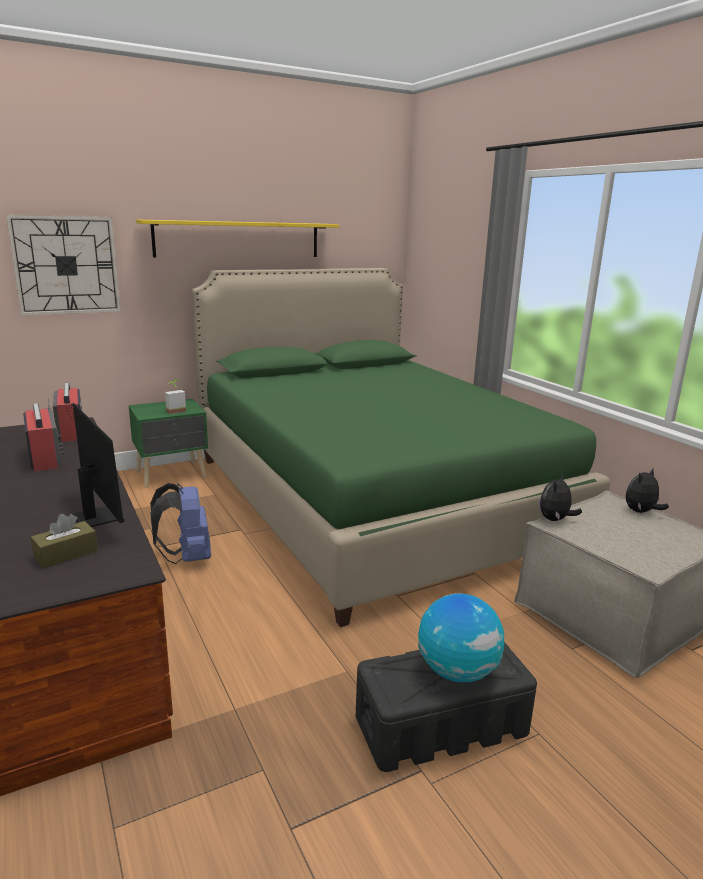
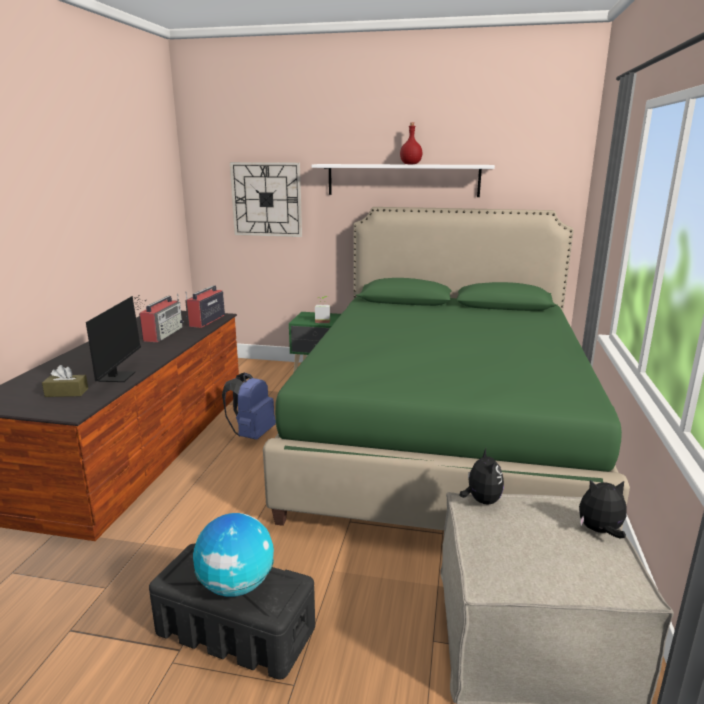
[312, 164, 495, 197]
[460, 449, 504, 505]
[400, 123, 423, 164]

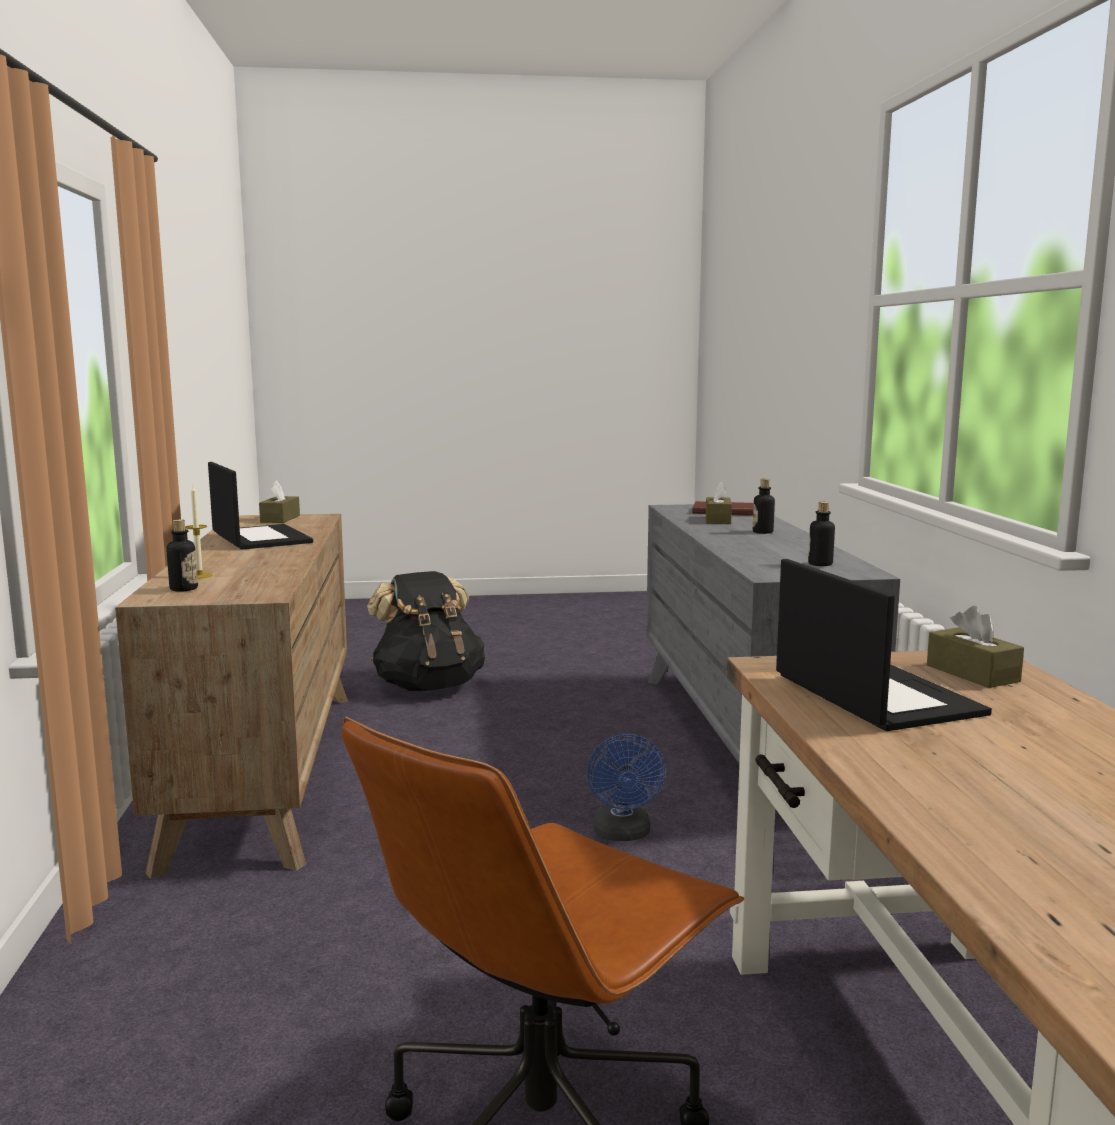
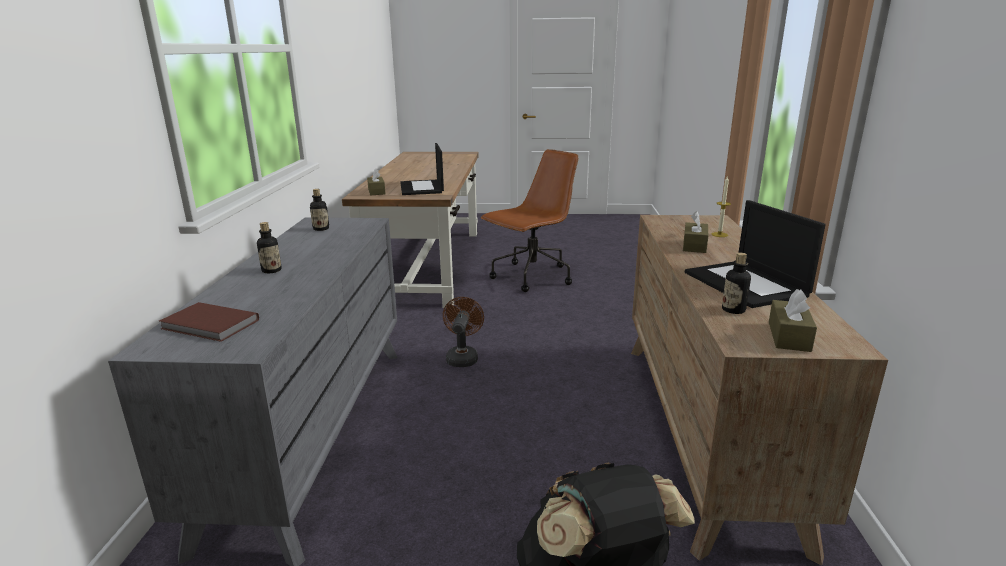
[683, 211, 708, 253]
[722, 253, 751, 314]
[443, 297, 484, 367]

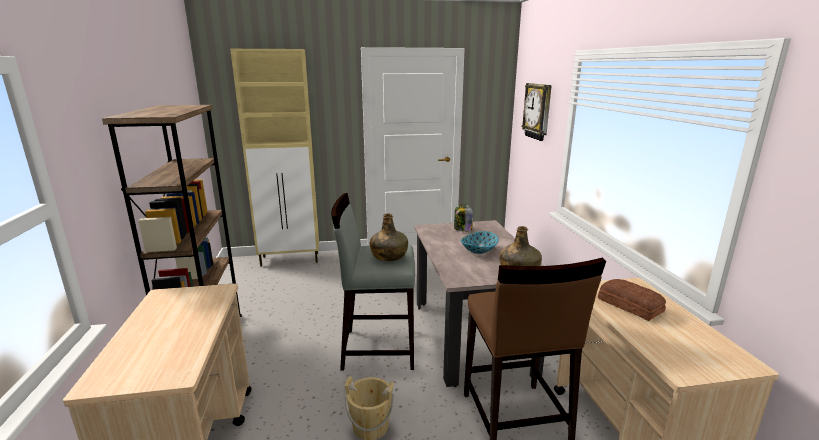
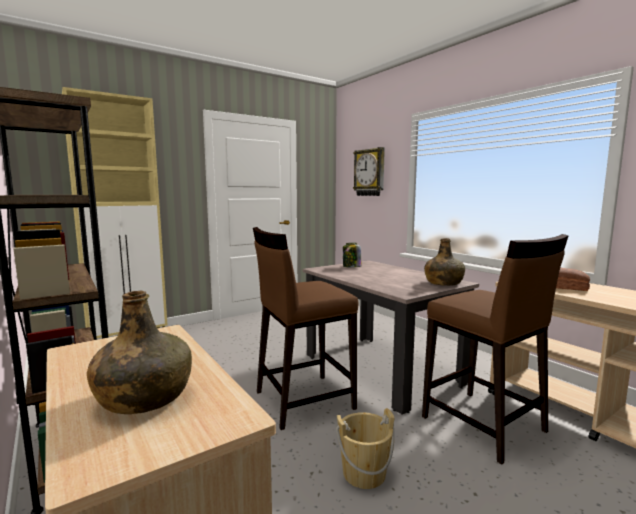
[253, 227, 358, 430]
[87, 291, 192, 414]
[460, 231, 499, 254] (first image)

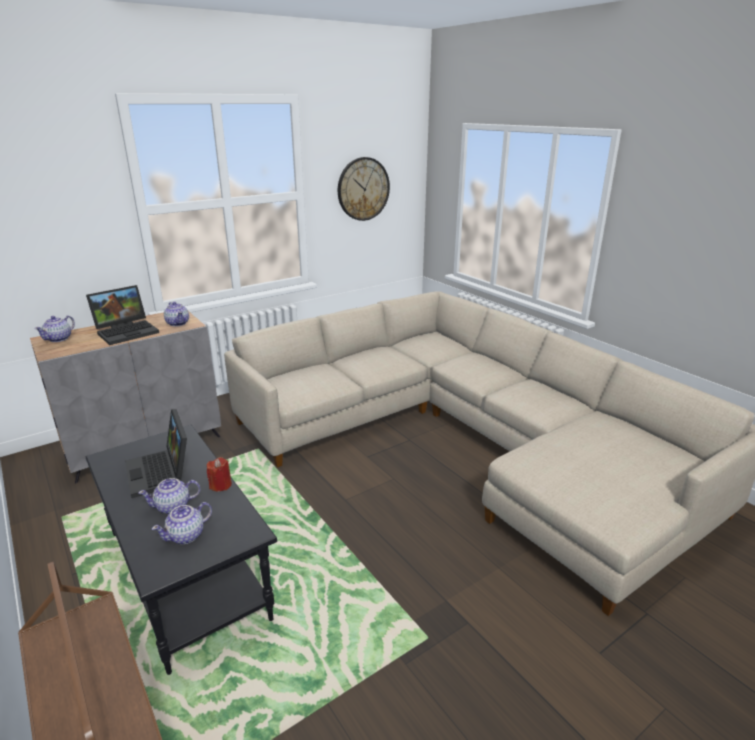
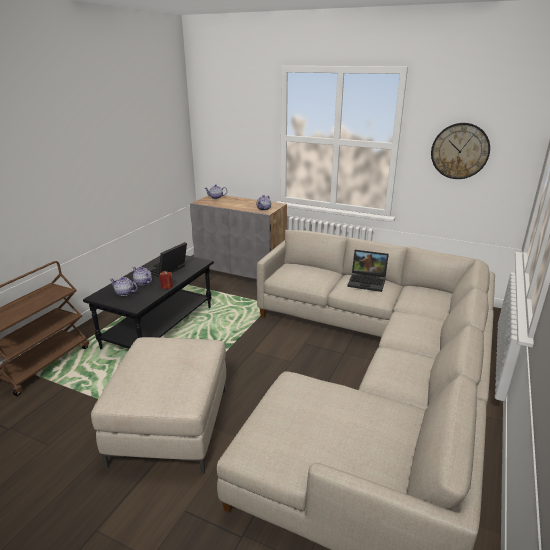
[347, 250, 389, 292]
[91, 337, 226, 474]

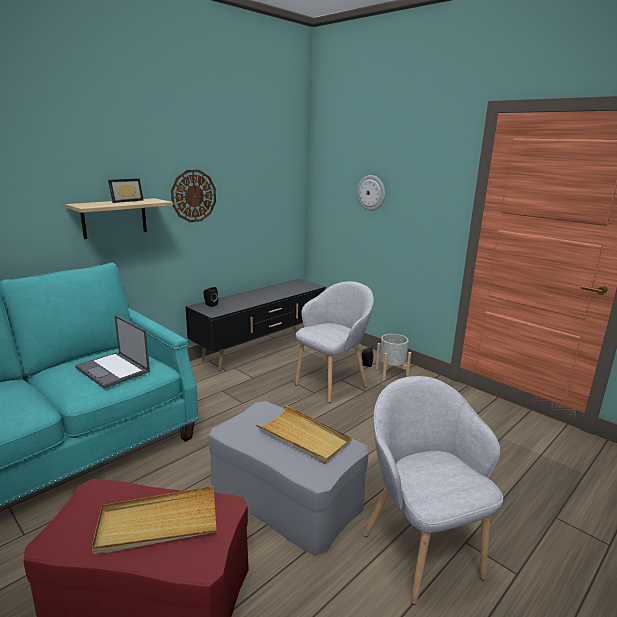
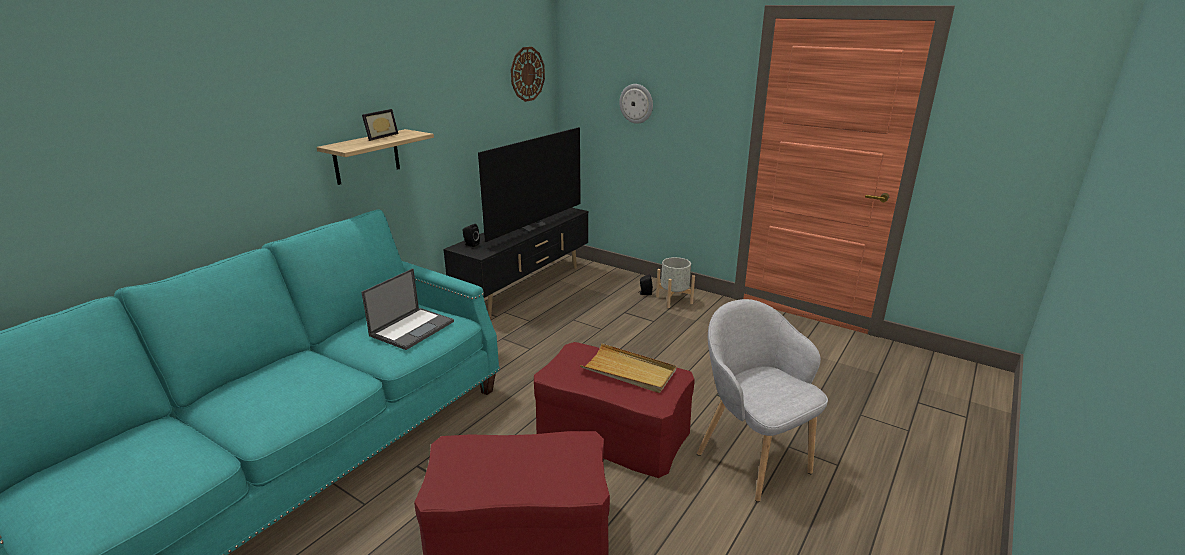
[511, 47, 545, 102]
[295, 281, 374, 403] (first image)
[361, 268, 454, 350]
[534, 342, 695, 478]
[92, 486, 217, 555] (first image)
[478, 127, 581, 242]

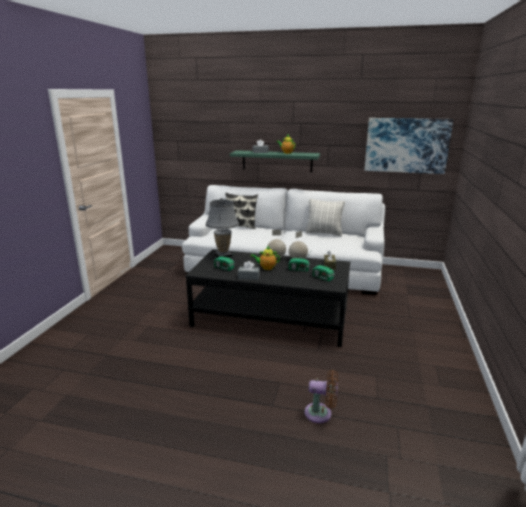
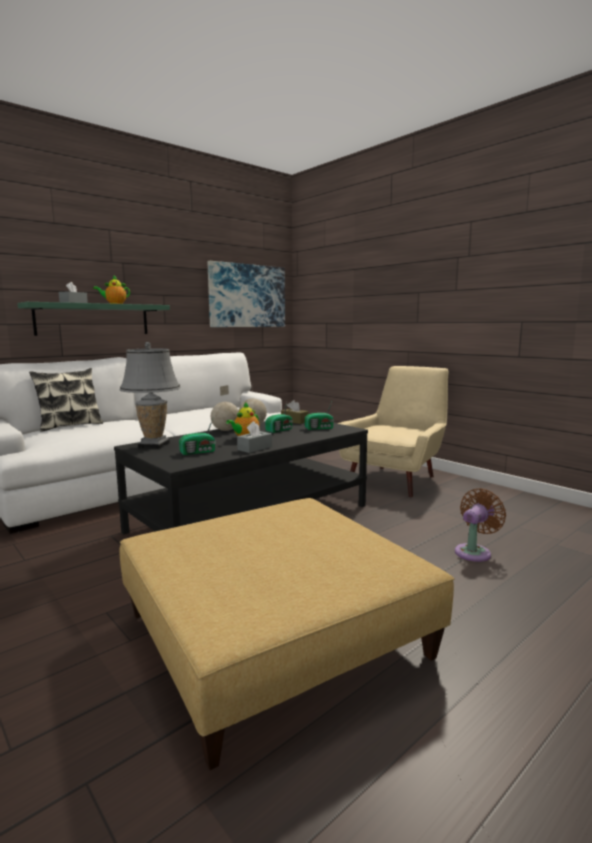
[306, 199, 345, 236] (first image)
[337, 366, 449, 497]
[119, 498, 455, 770]

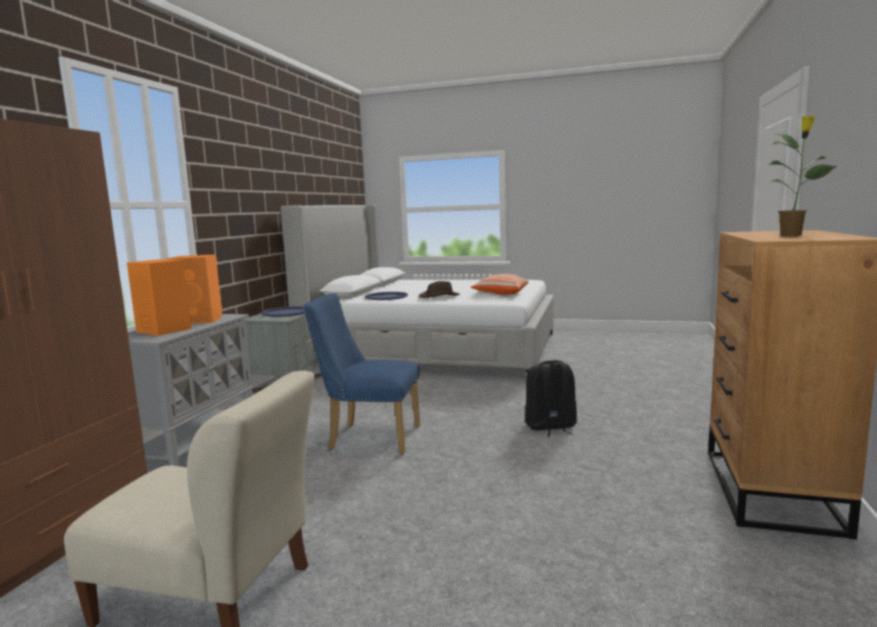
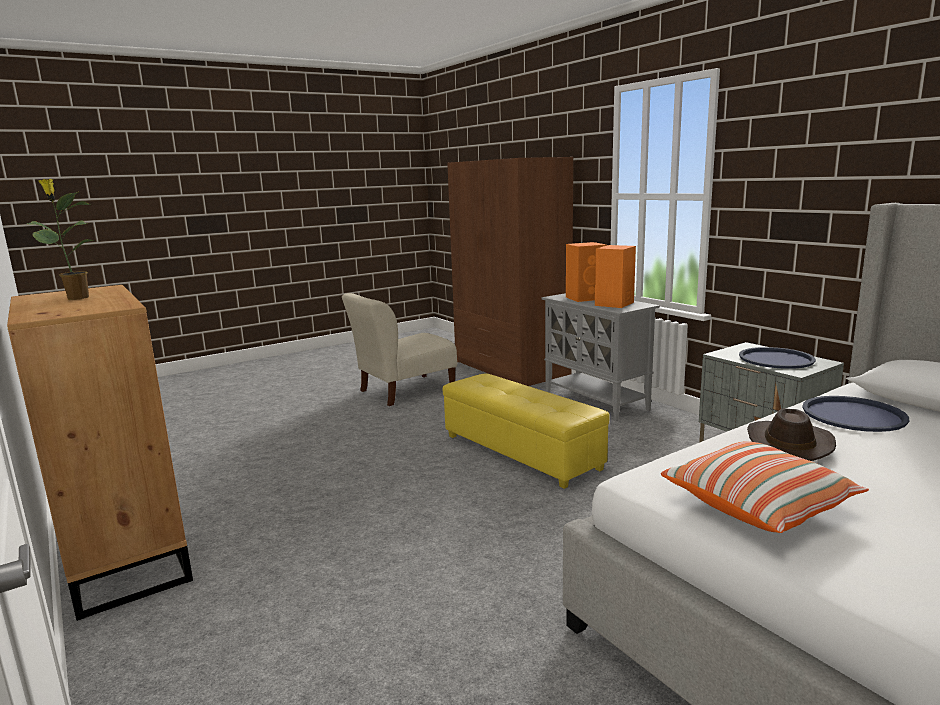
[443, 374, 610, 489]
[525, 360, 577, 437] (first image)

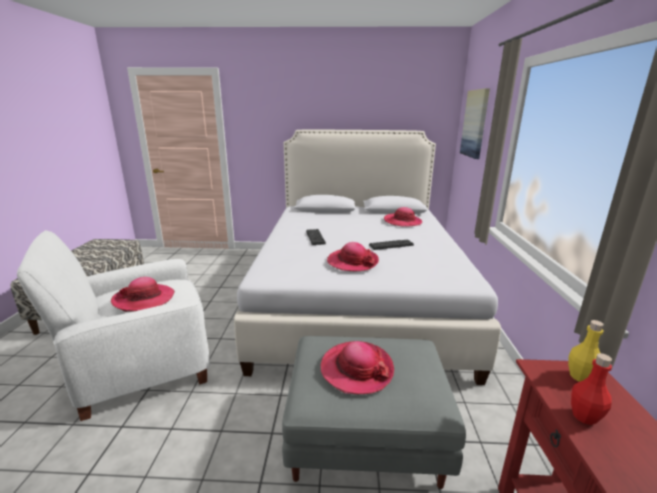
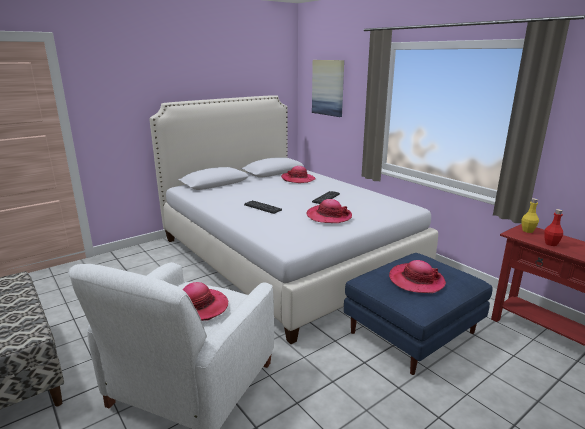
[344, 253, 492, 375]

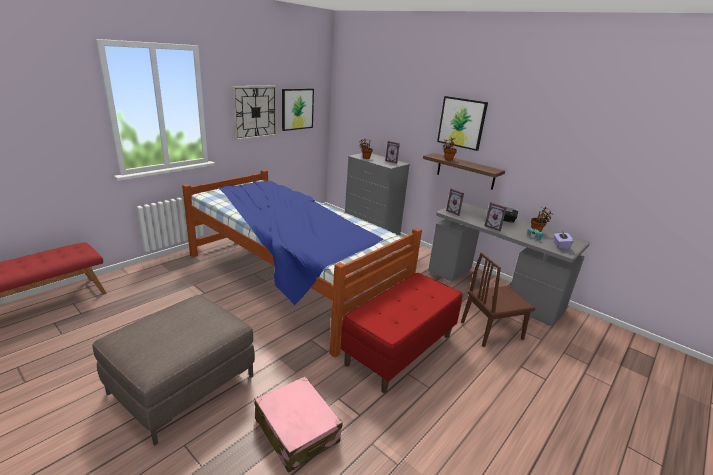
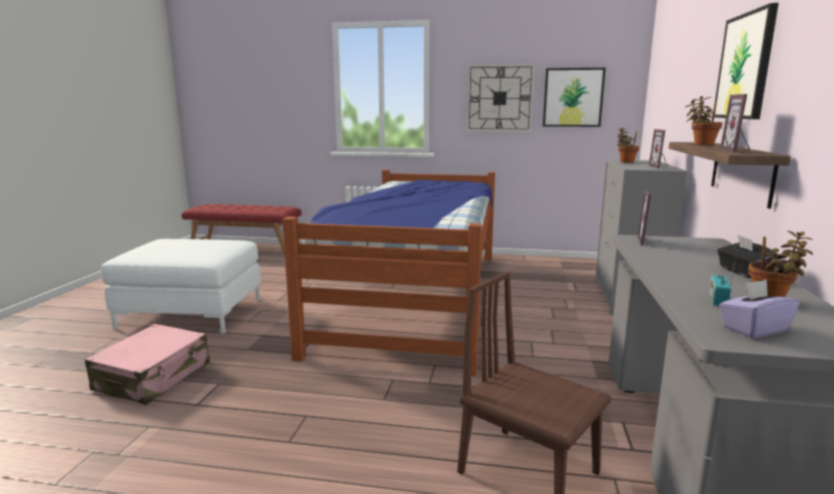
[720, 94, 751, 152]
[341, 273, 462, 393] (first image)
[101, 239, 261, 334]

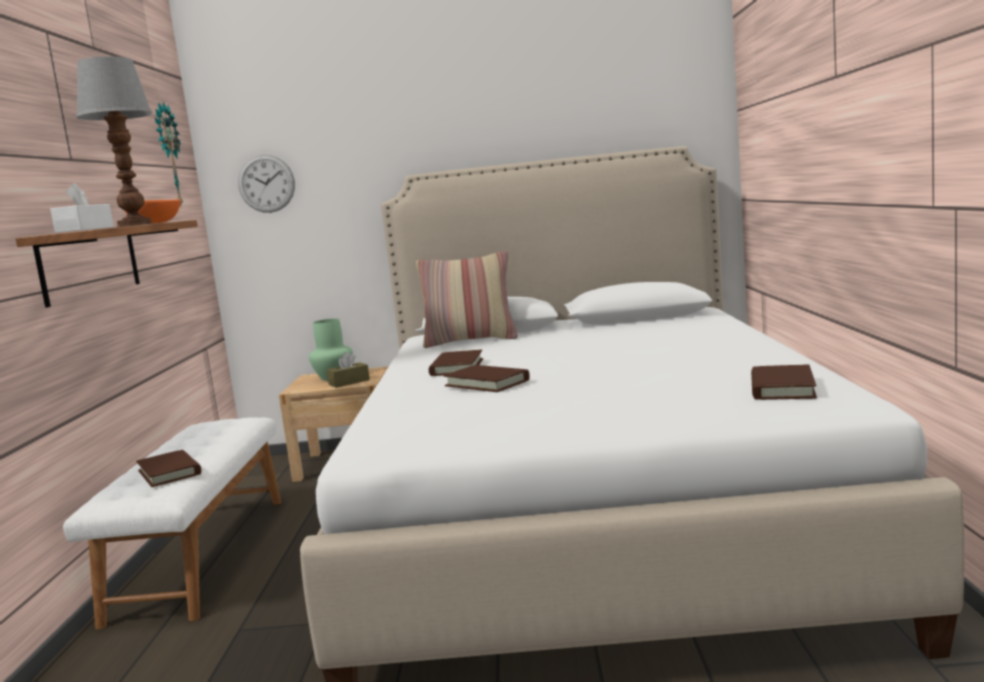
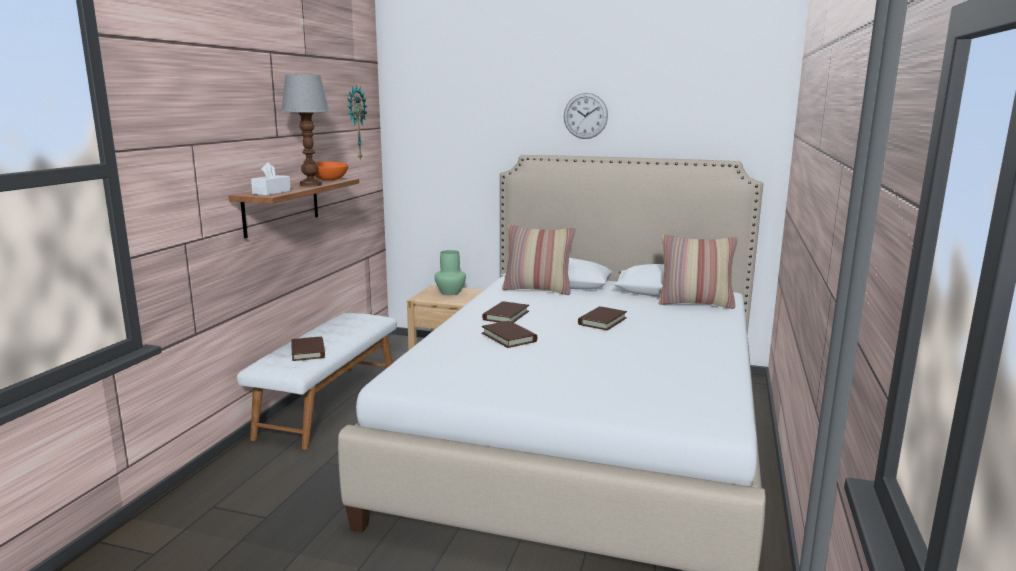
[564, 93, 608, 139]
[327, 352, 370, 388] (first image)
[578, 306, 627, 330]
[658, 235, 738, 309]

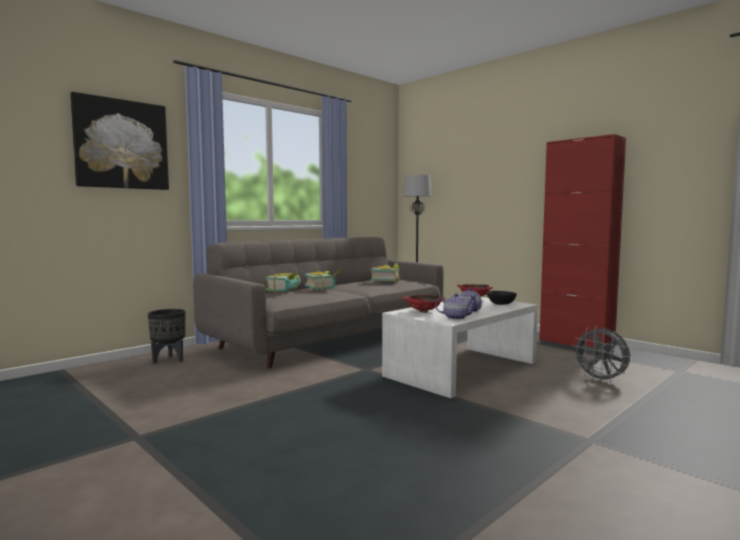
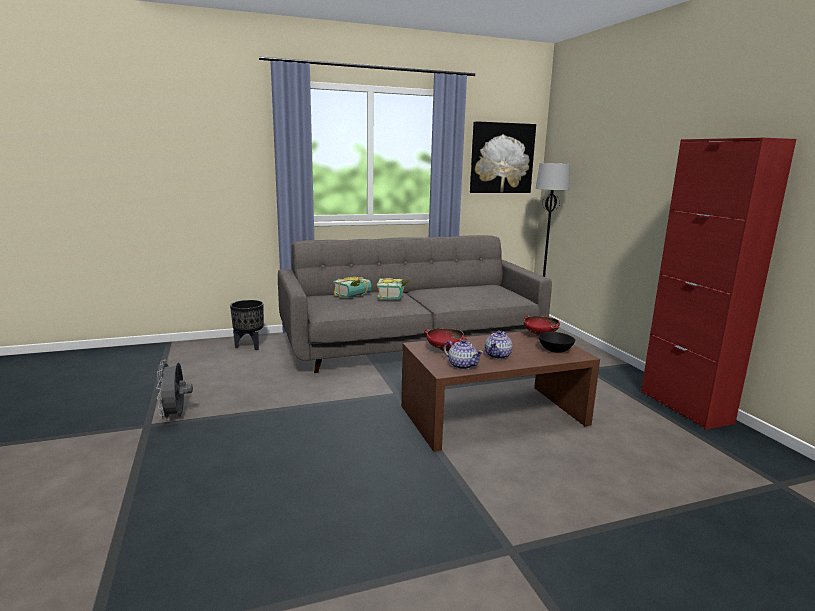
[470, 121, 536, 193]
[371, 263, 400, 282] (first image)
[401, 331, 600, 452]
[156, 360, 193, 422]

